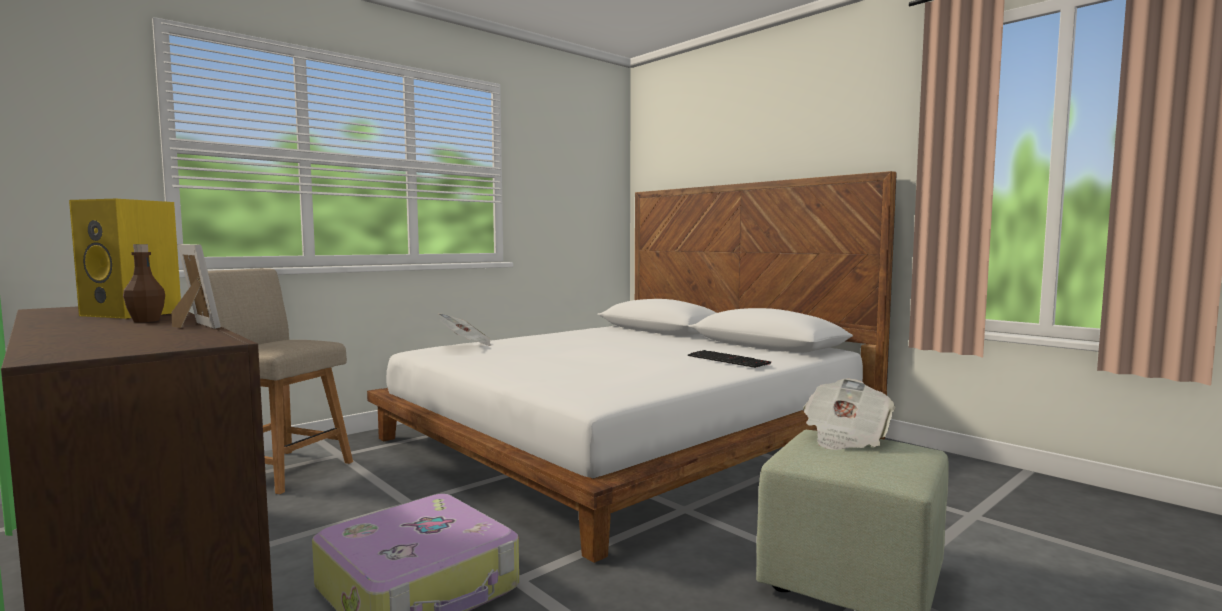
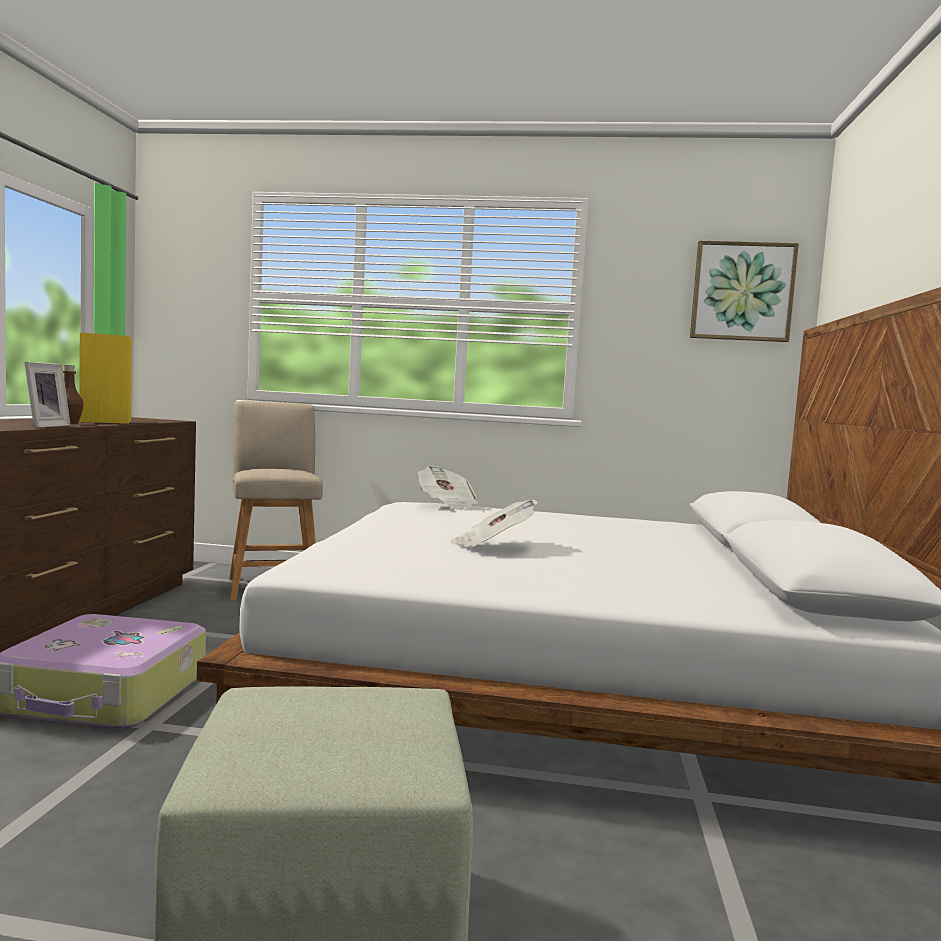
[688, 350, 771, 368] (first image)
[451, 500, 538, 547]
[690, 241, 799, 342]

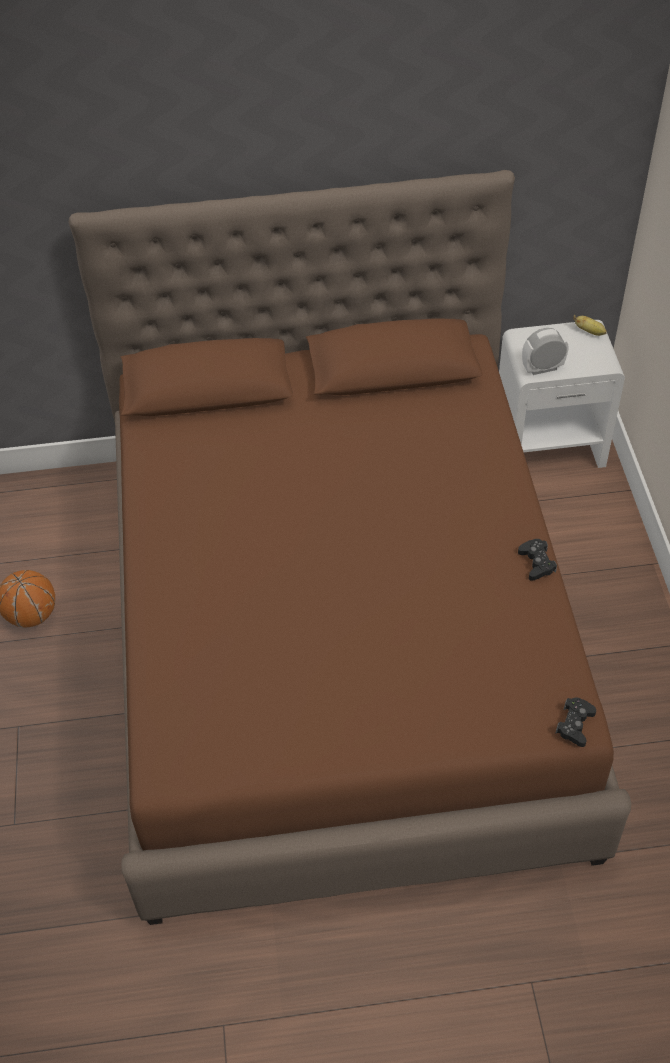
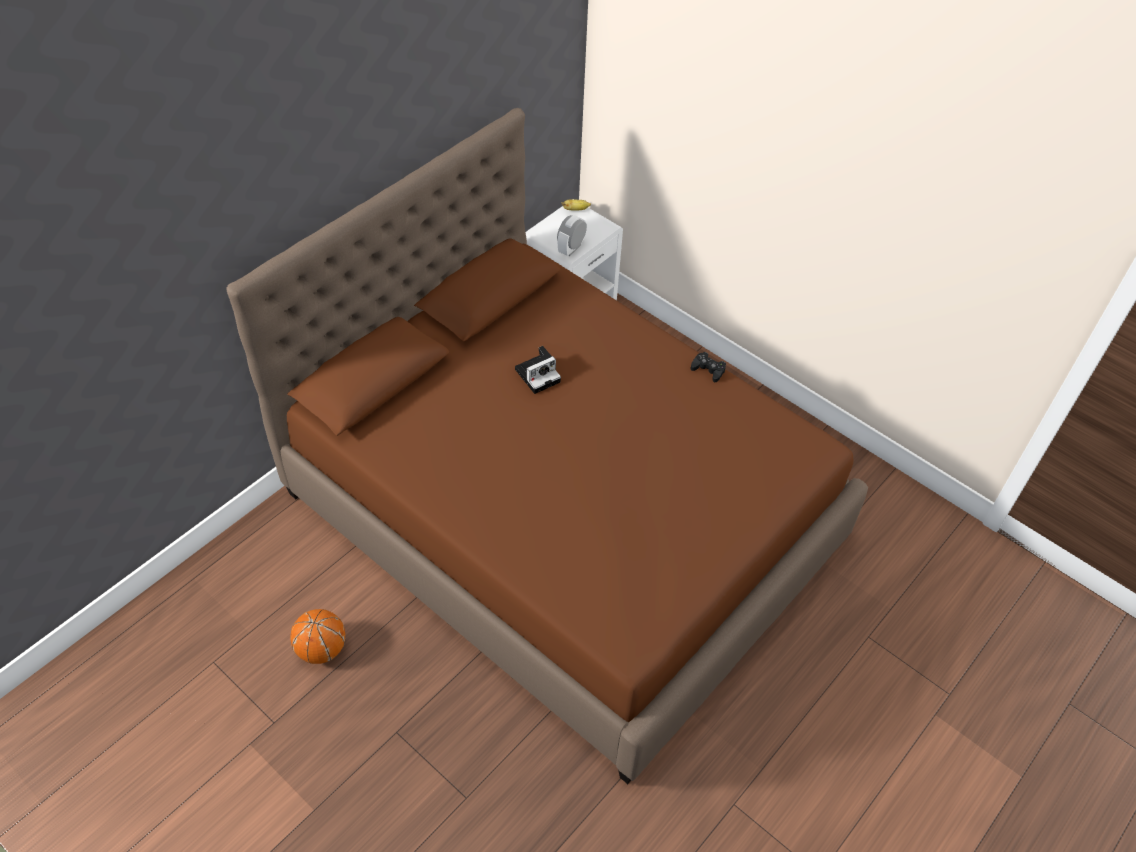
[555, 697, 596, 747] (first image)
[515, 346, 561, 394]

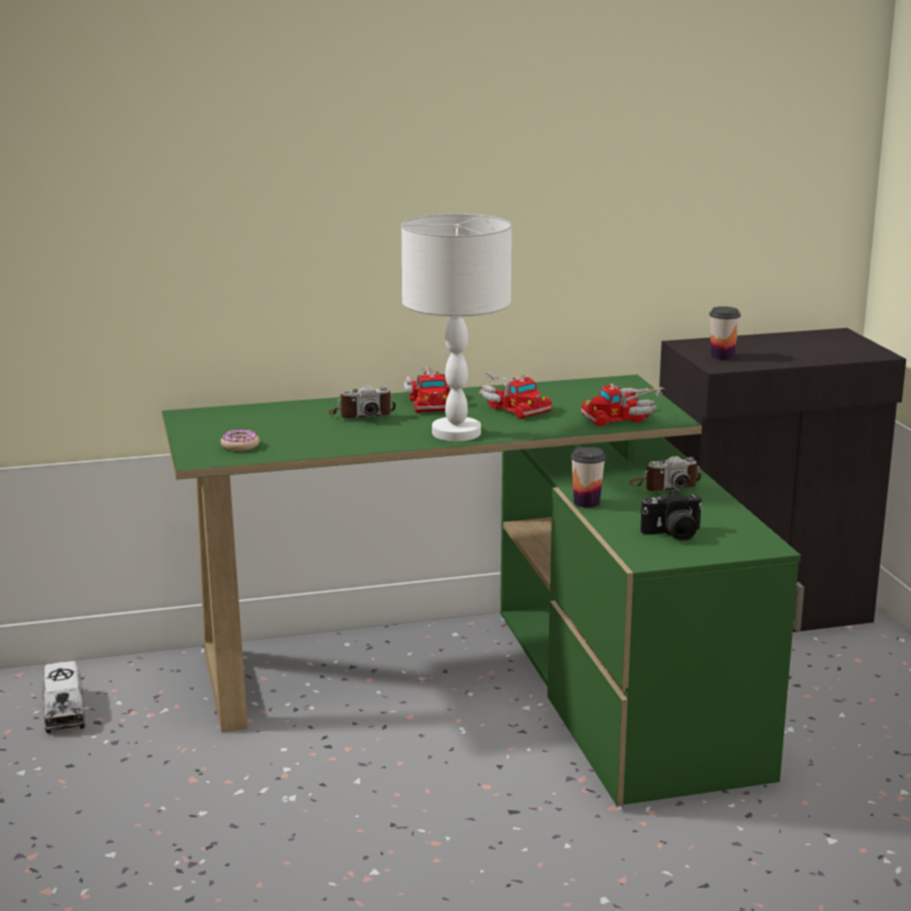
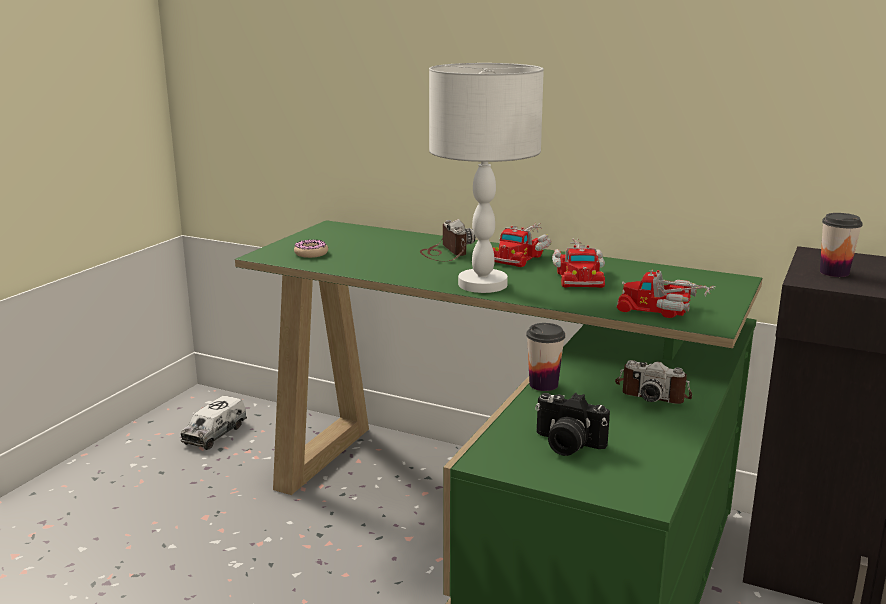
[420, 219, 475, 261]

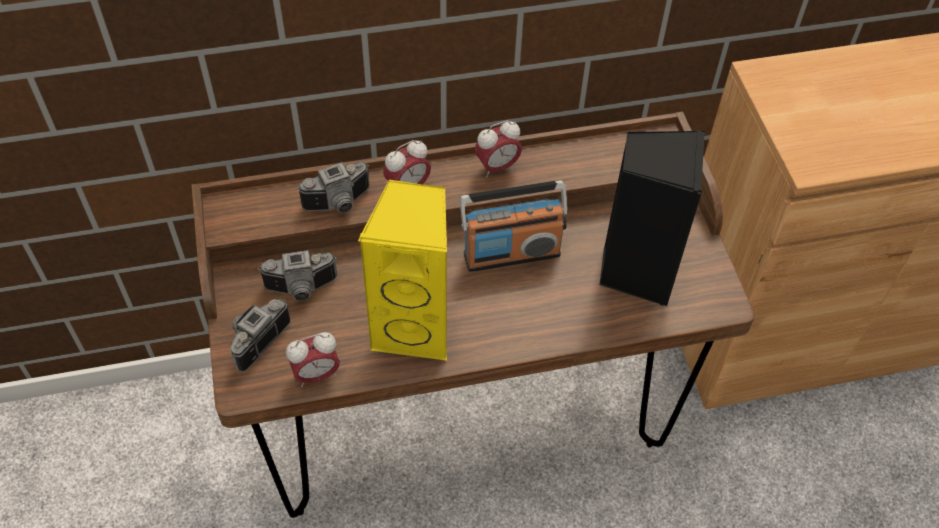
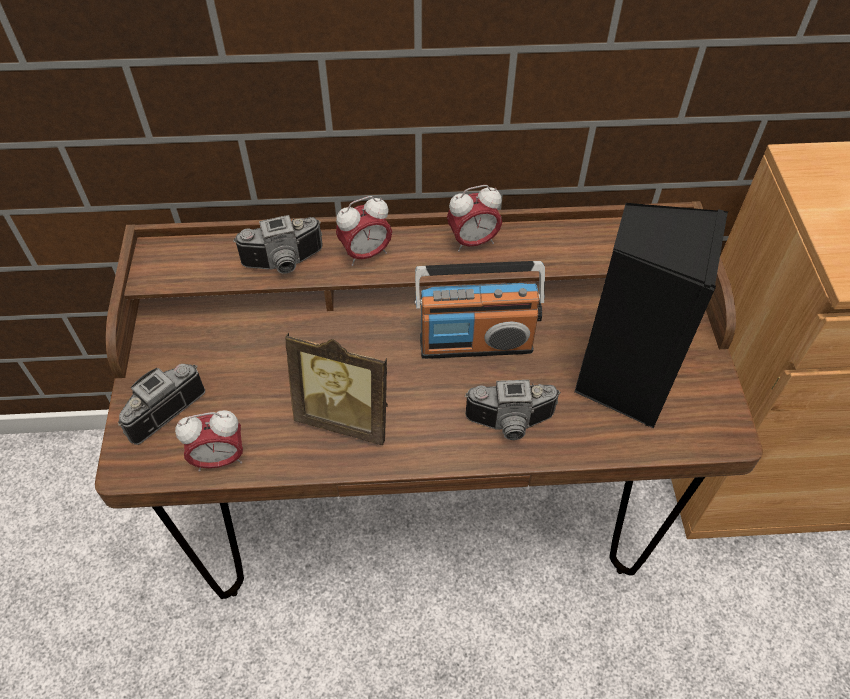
[285, 333, 388, 445]
[465, 380, 561, 440]

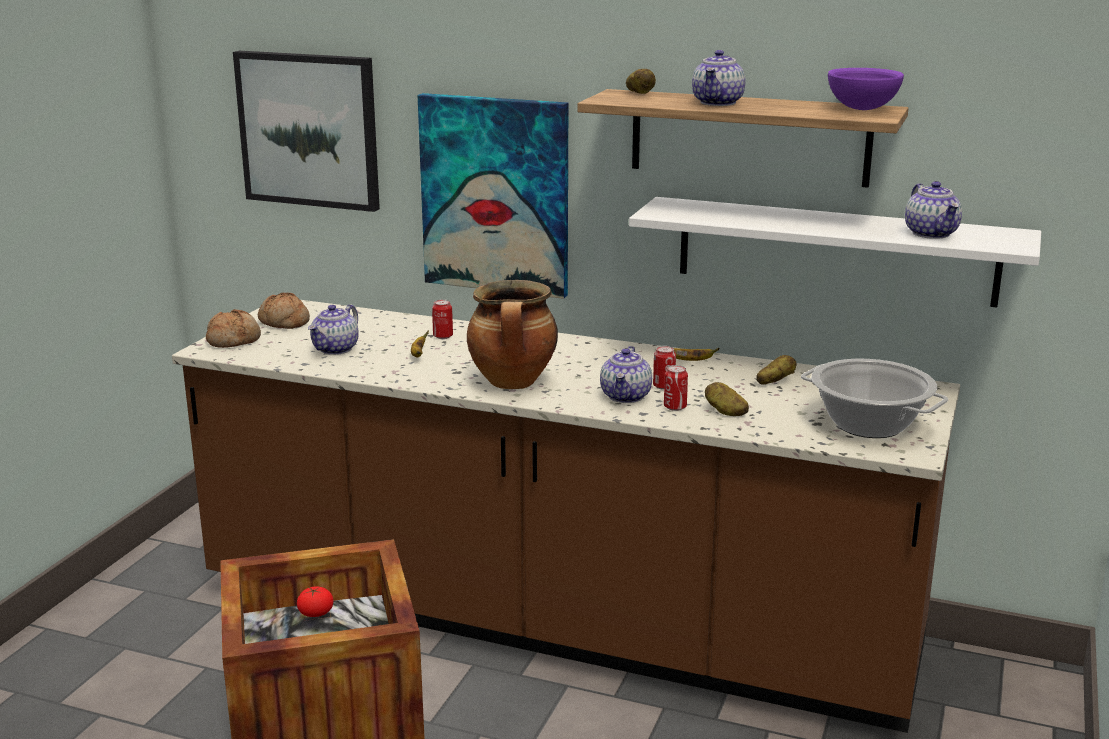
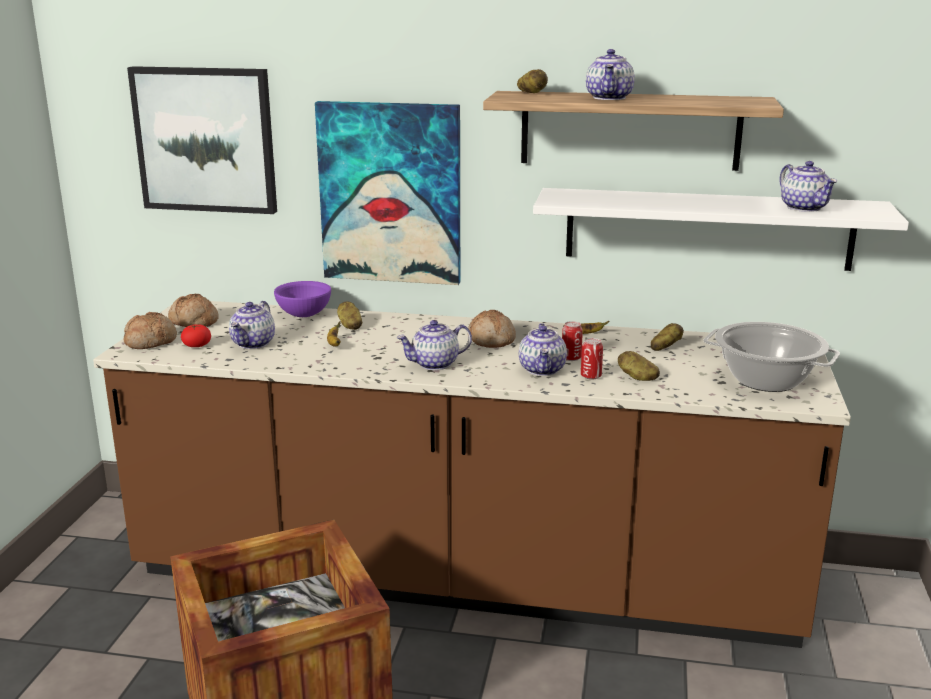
[274, 281, 331, 317]
[397, 320, 472, 370]
[337, 302, 362, 330]
[181, 324, 211, 347]
[468, 310, 516, 348]

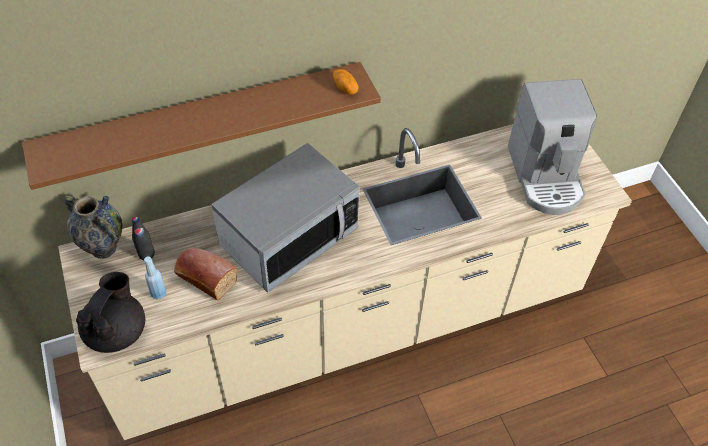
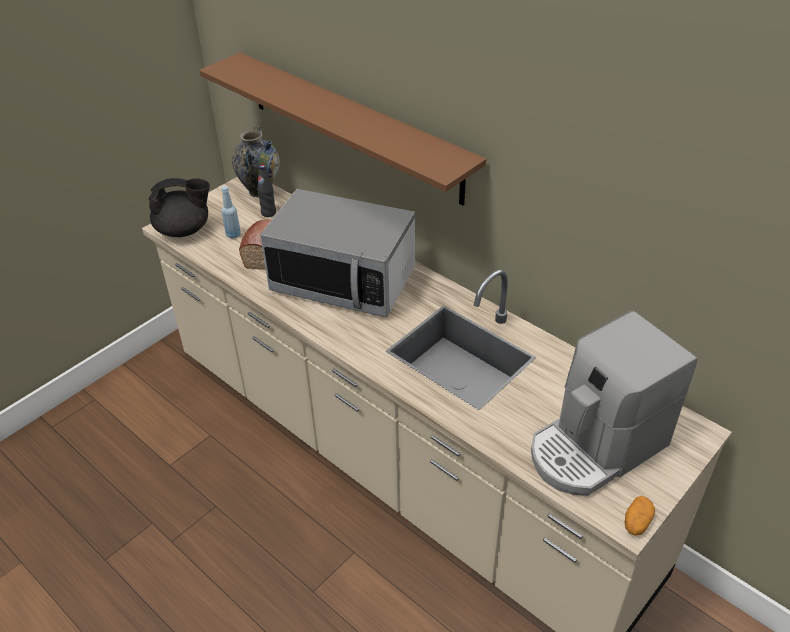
[625, 496, 655, 536]

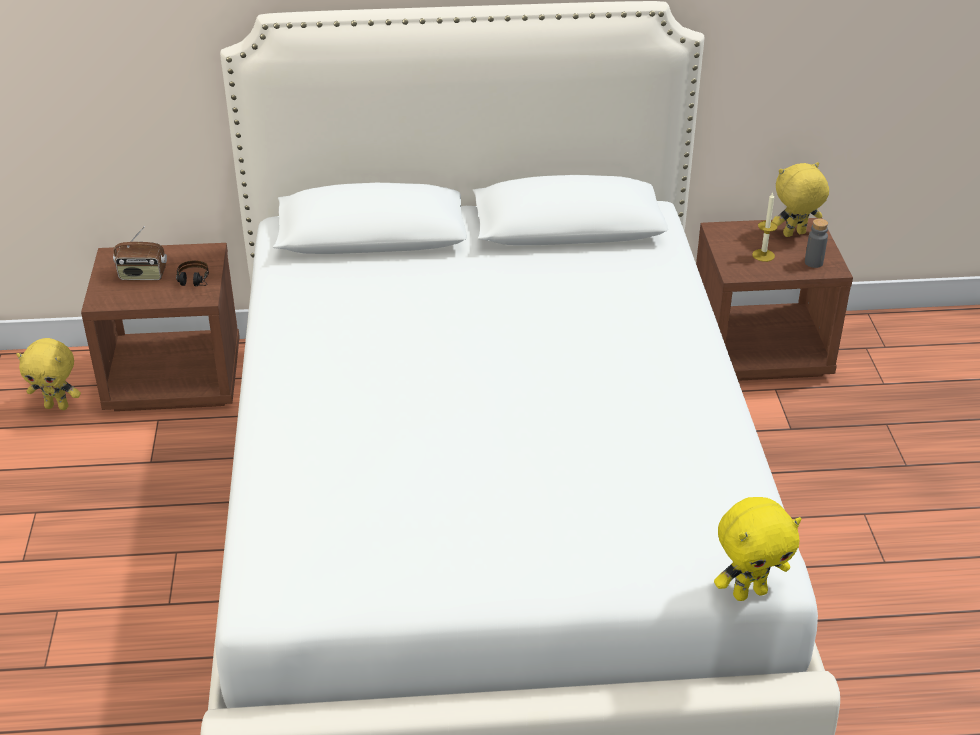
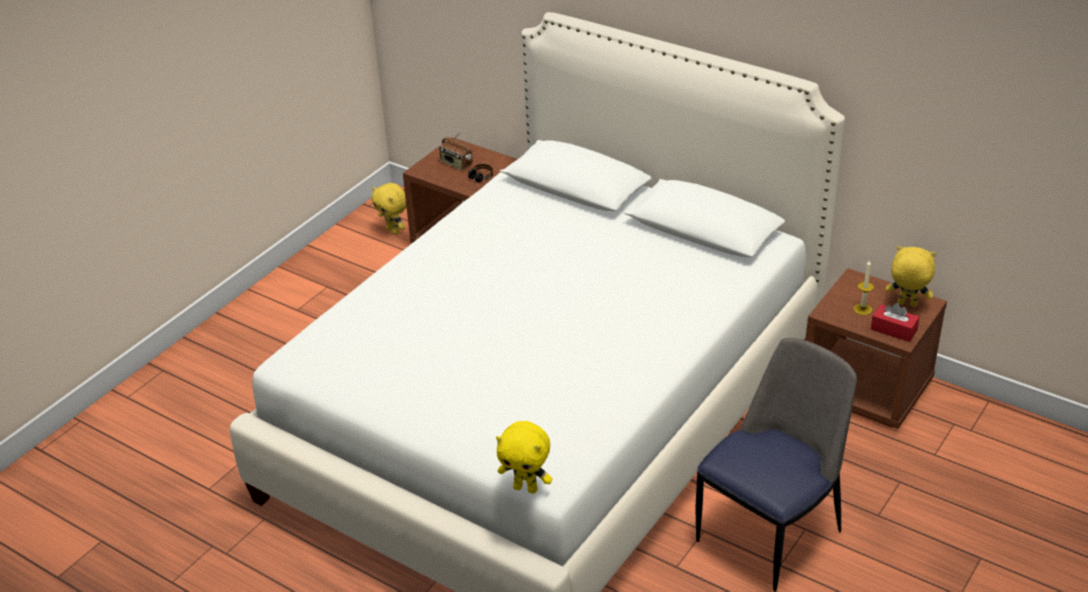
[871, 303, 920, 342]
[696, 338, 857, 592]

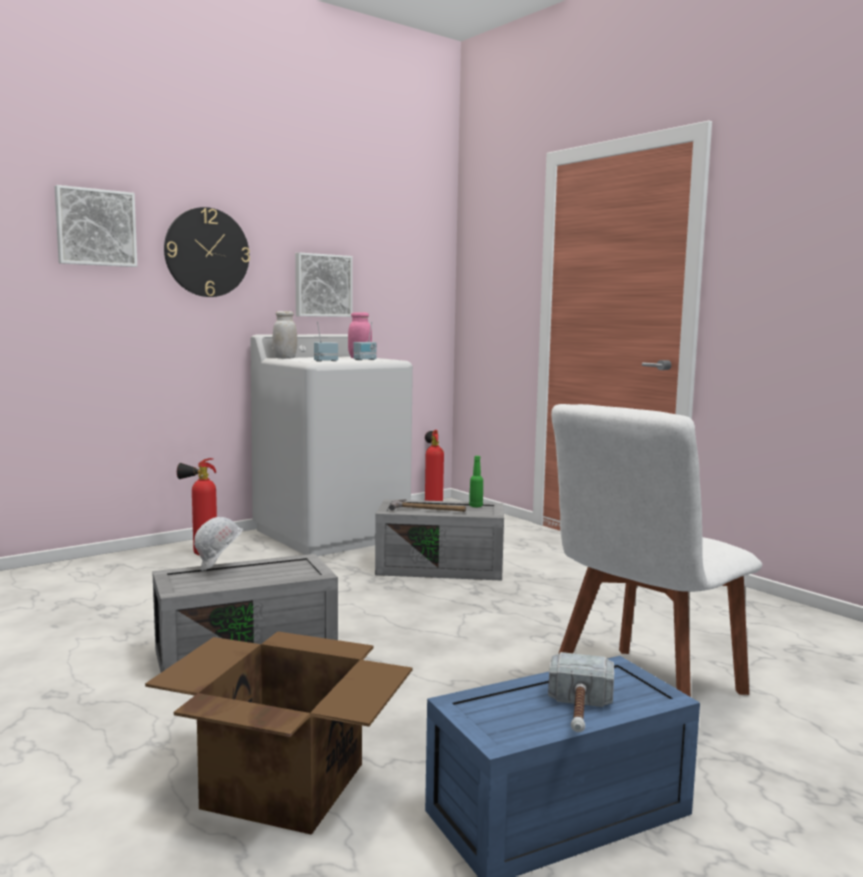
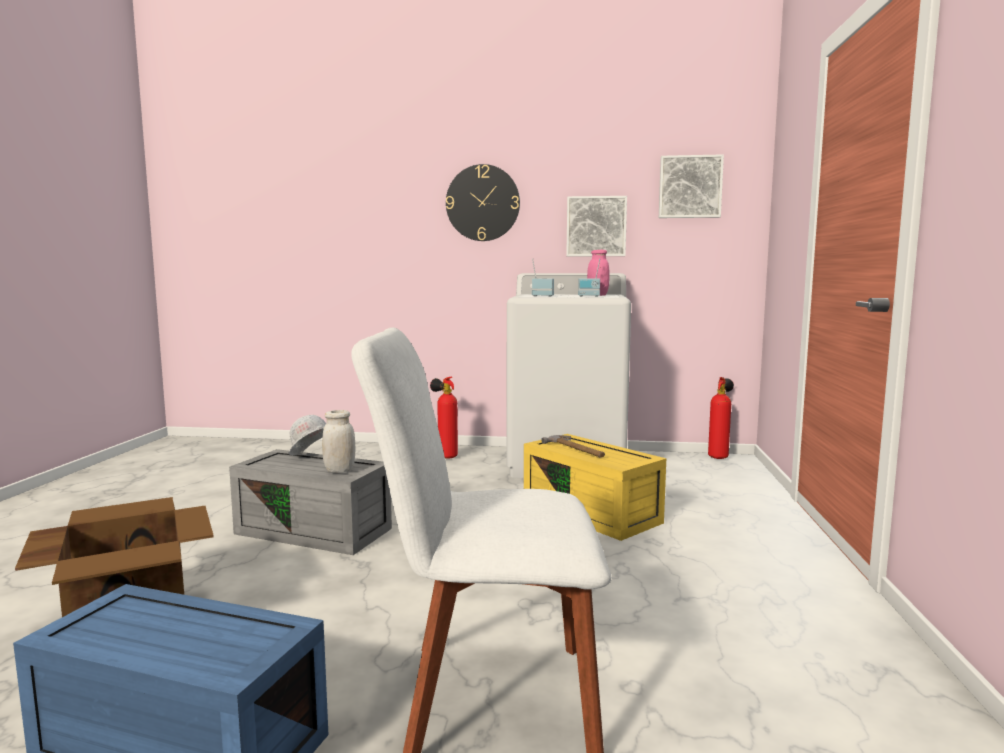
[659, 154, 724, 218]
[322, 410, 355, 472]
[469, 456, 483, 507] (first image)
[524, 434, 666, 541]
[548, 652, 614, 732] (first image)

